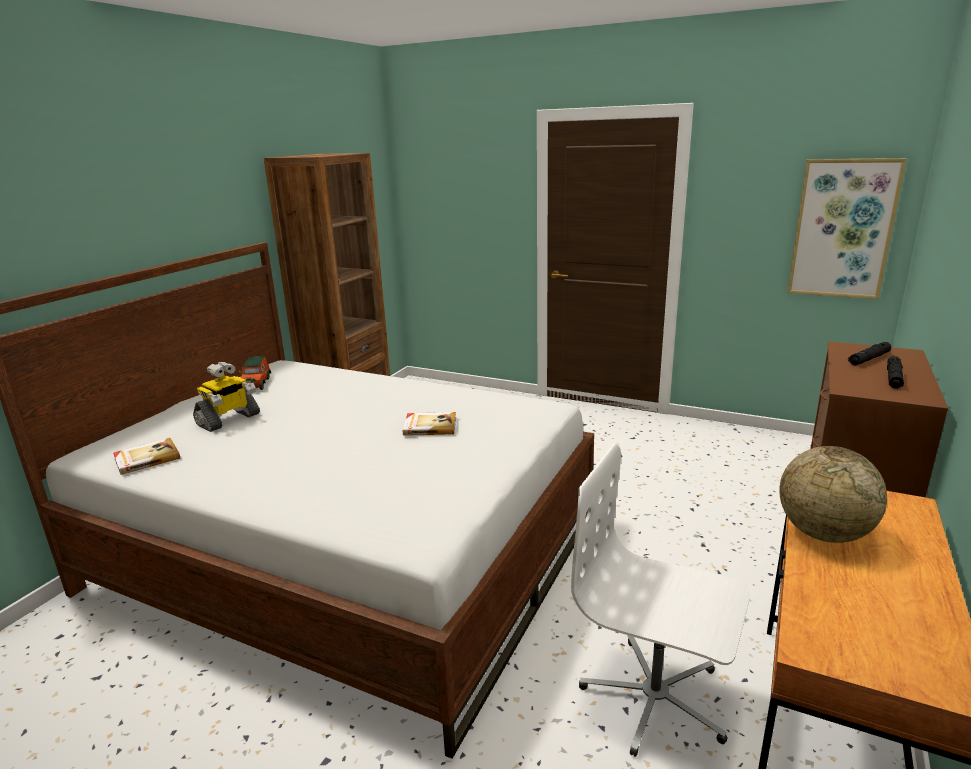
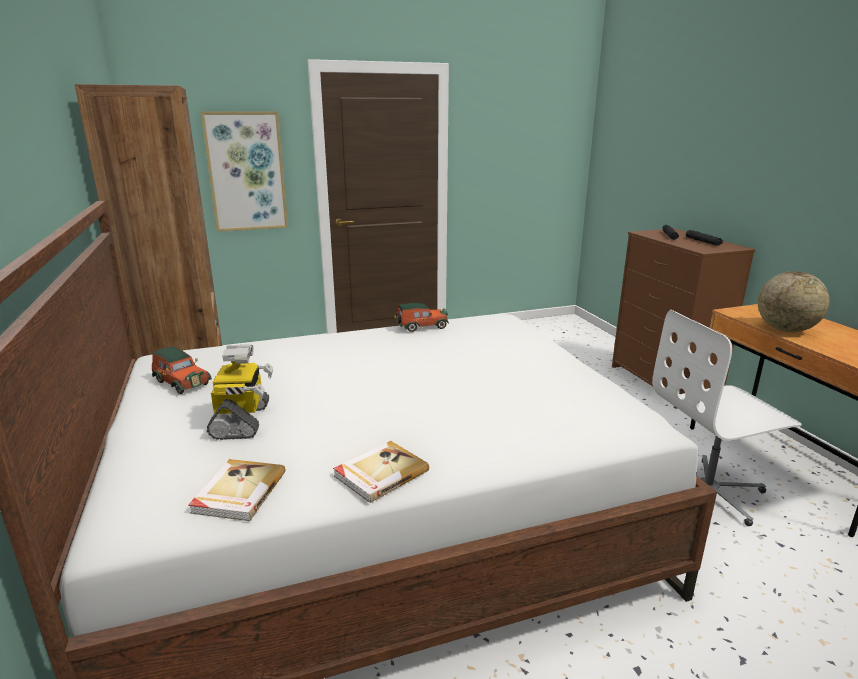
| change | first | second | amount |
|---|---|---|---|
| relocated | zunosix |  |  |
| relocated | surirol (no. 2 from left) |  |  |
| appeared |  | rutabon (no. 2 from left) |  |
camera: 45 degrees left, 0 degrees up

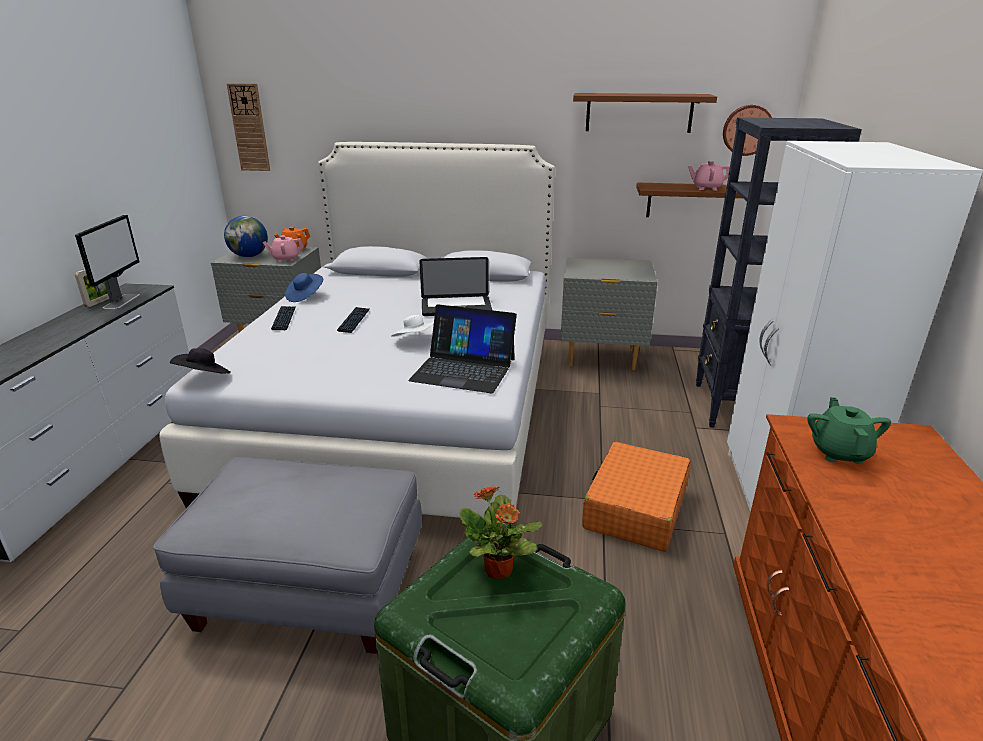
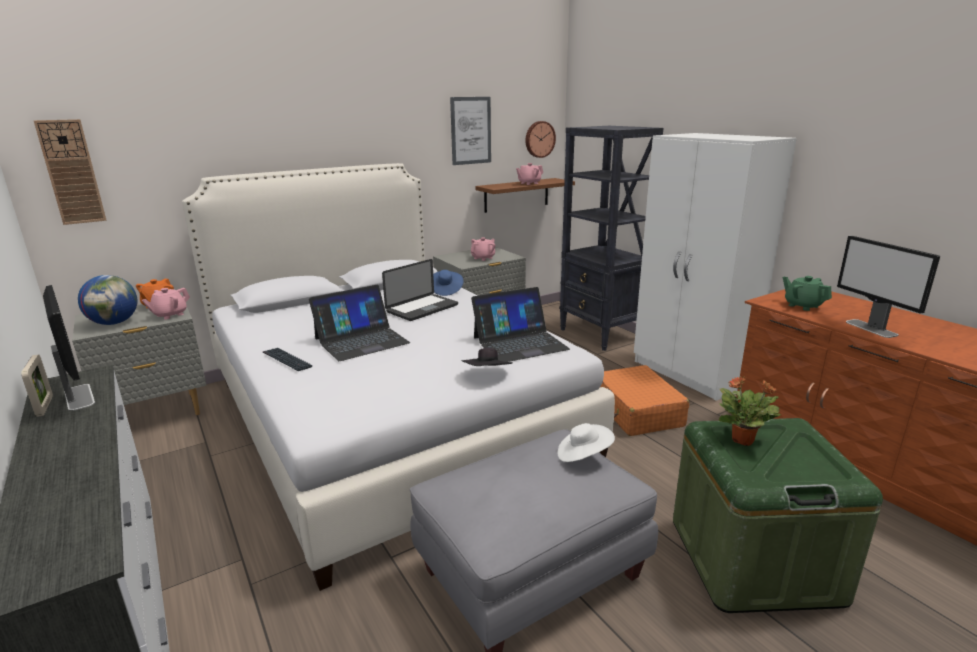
| change | first | second | amount |
|---|---|---|---|
| exchanged | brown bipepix (no. 1 from left) | zunosix |  |
| relocated | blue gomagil |  |  |
| exchanged | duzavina (no. 2 from left) | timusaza (no. 1 from left) |  |
| relocated | white gomagil |  |  |
| relocated | black gomagil |  |  |
| appeared |  | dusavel (no. 2 from left) |  |
| appeared |  | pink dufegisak (no. 2 from left) |  |
camera: 40 degrees left, 5 degrees down

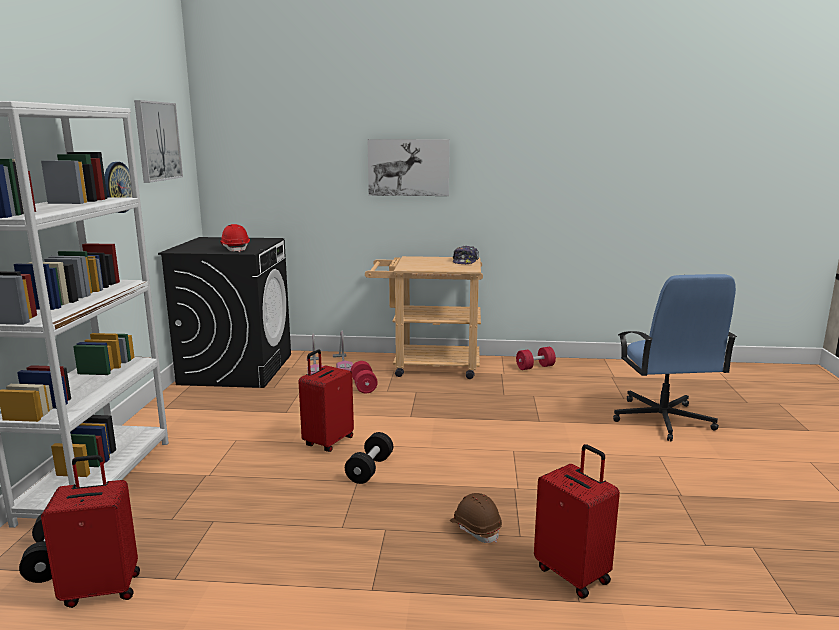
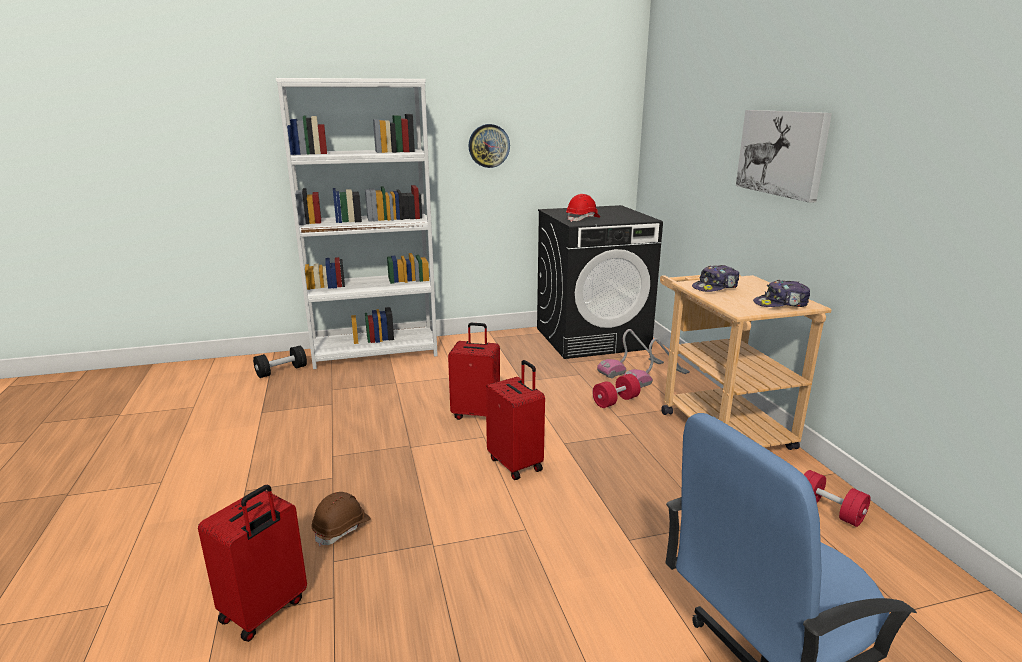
| change | first | second | amount |
|---|---|---|---|
| missing | zunosix (no. 1 from left) |  |  |
| missing | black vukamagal (no. 2 from left) |  |  |
| relocated | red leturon (no. 1 from left in the first image) | red leturon (no. 3 from left) |  |
| appeared |  | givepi (no. 1 from left) |  |
camera: 70 degrees right, 5 degrees up

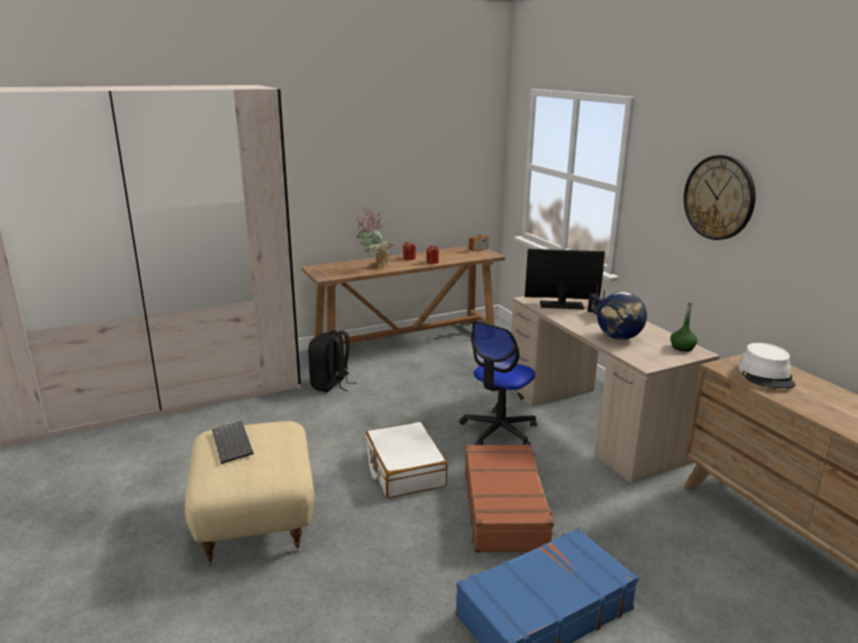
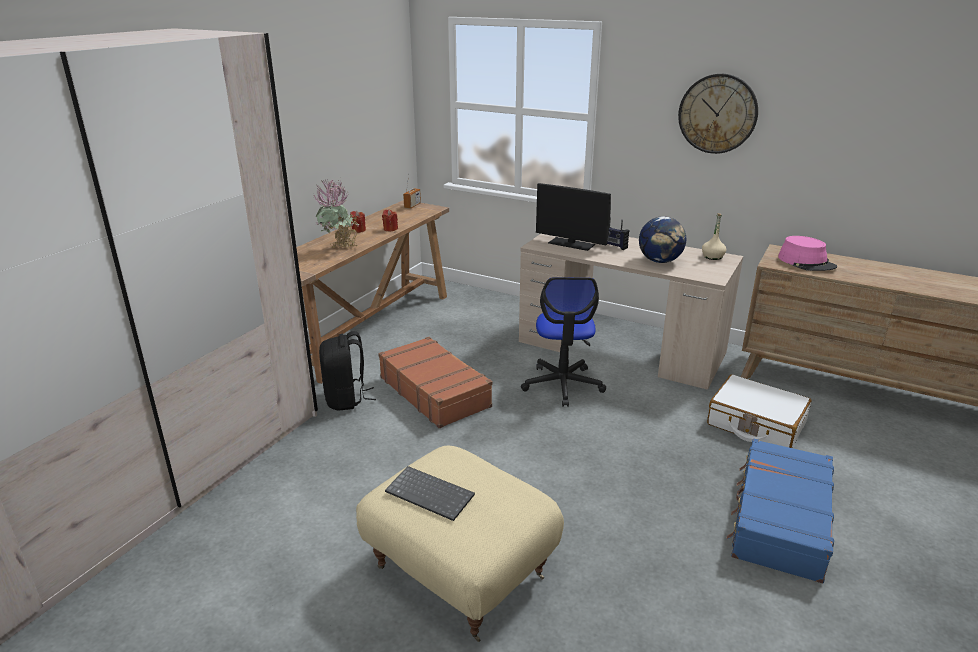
| change | first | second | amount |
|---|---|---|---|
| spun | dusavel |  | 120 degrees counterclockwise |
| colour | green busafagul | beige busafagul |  |
| colour | white gomagil | pink gomagil |  |
| relocated | white leturon |  |  |
| relocated | brown leturon |  |  |
camera: 35 degrees left, 5 degrees up

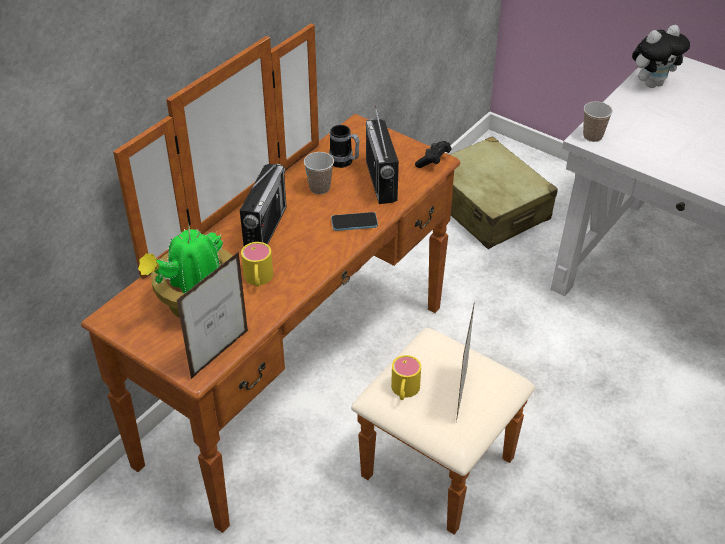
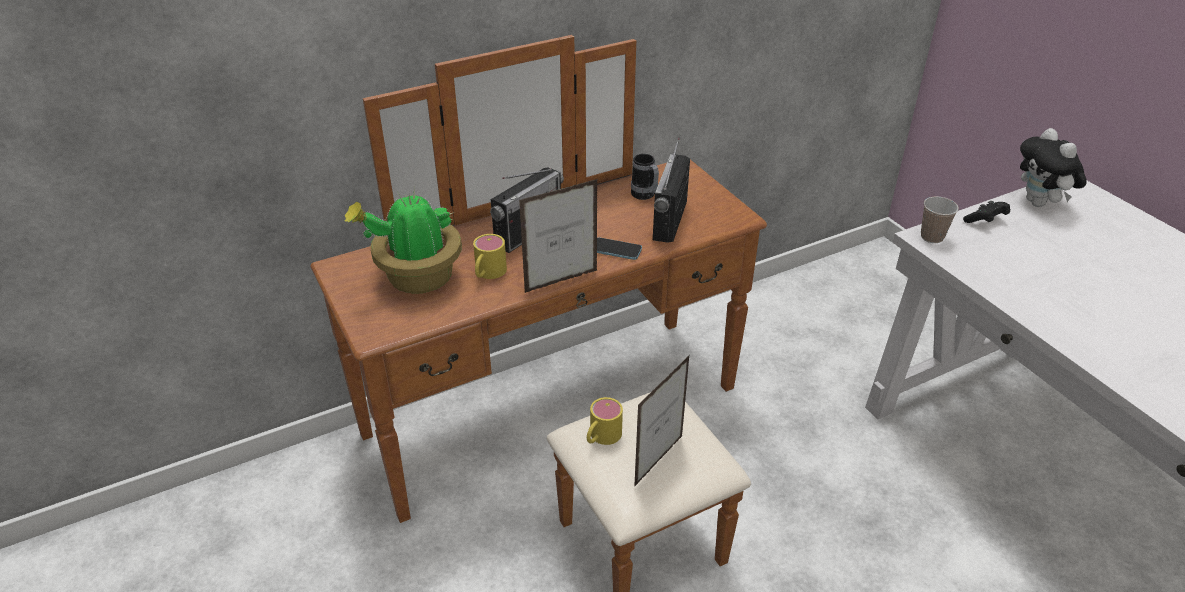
| change | first | second | amount |
|---|---|---|---|
| spun | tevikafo |  | 75 degrees clockwise |
| missing | beige leturon |  |  |
| relocated | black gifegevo |  |  |
| missing | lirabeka (no. 1 from left) |  |  |
| relocated | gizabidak (no. 1 from left) |  |  |
camera: 25 degrees right, 5 degrees down

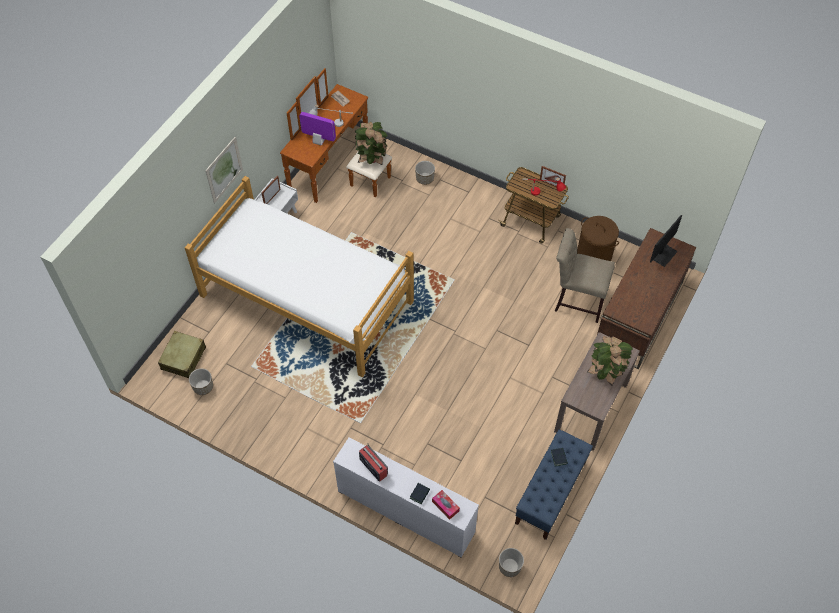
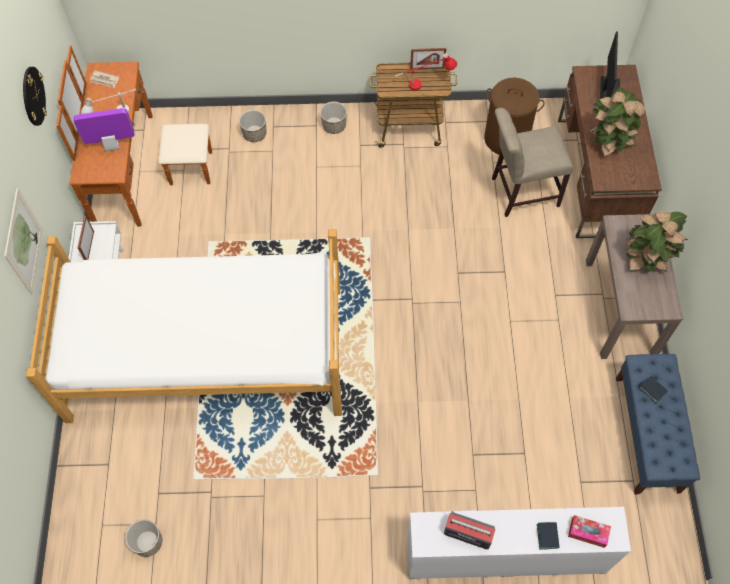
| change | first | second | amount |
|---|---|---|---|
| relocated | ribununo (no. 1 from left) |  |  |
| missing | beige leturon |  |  |
| relocated | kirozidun (no. 3 from left) |  |  |
| appeared |  | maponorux |  |
camera: 30 degrees left, 5 degrees up

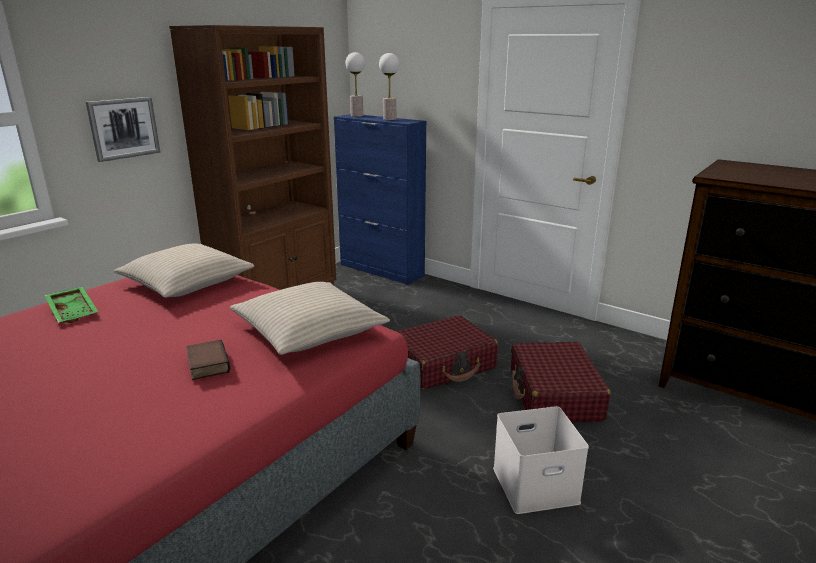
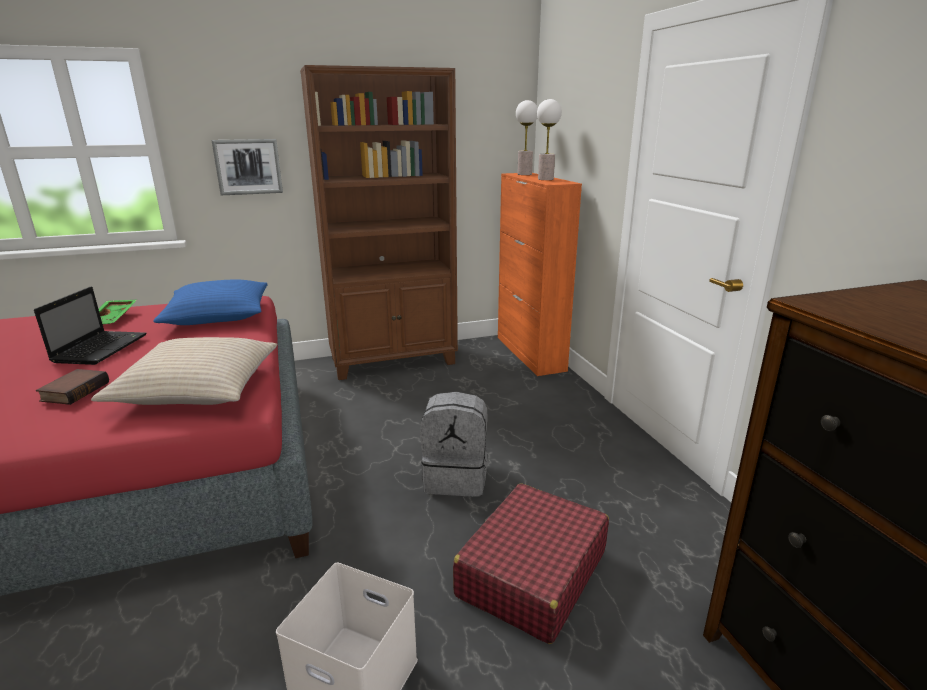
| change | first | second | amount |
|---|---|---|---|
| colour | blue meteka | orange meteka |  |
| colour | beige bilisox (no. 1 from left) | blue bilisox |  |
| exchanged | red leturon (no. 1 from left) | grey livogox |  |
| appeared |  | timusaza |  |
camera: 35 degrees right, 0 degrees up

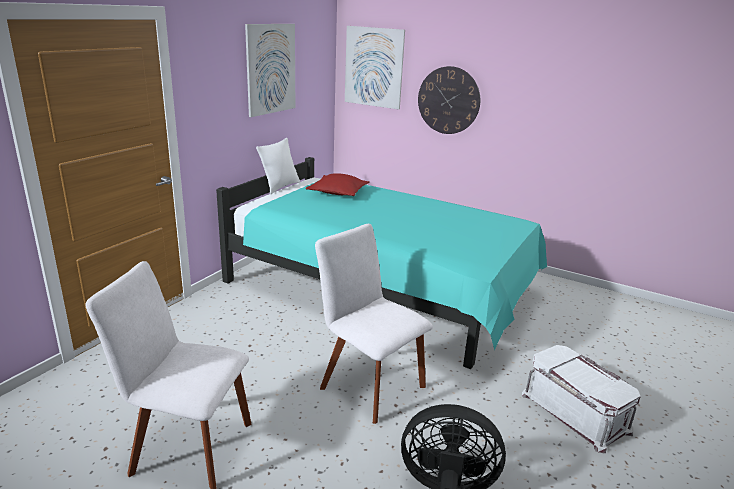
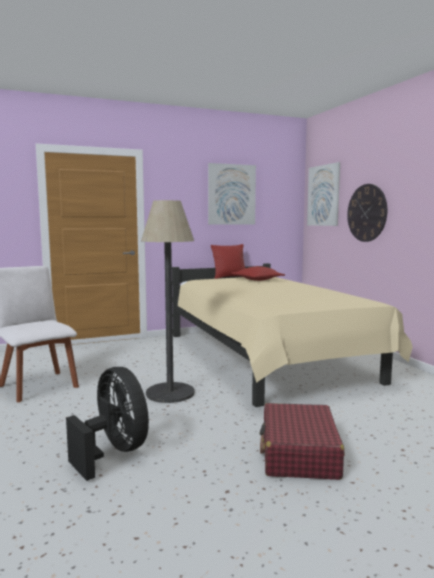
| change | first | second | amount |
|---|---|---|---|
| colour | white bilisox | red bilisox (no. 1 from left) |  |
| colour | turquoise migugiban | beige migugiban |  |
| exchanged | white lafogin (no. 2 from left) | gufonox |  |
| exchanged | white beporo | red leturon |  |
camera: 40 degrees right, 15 degrees down

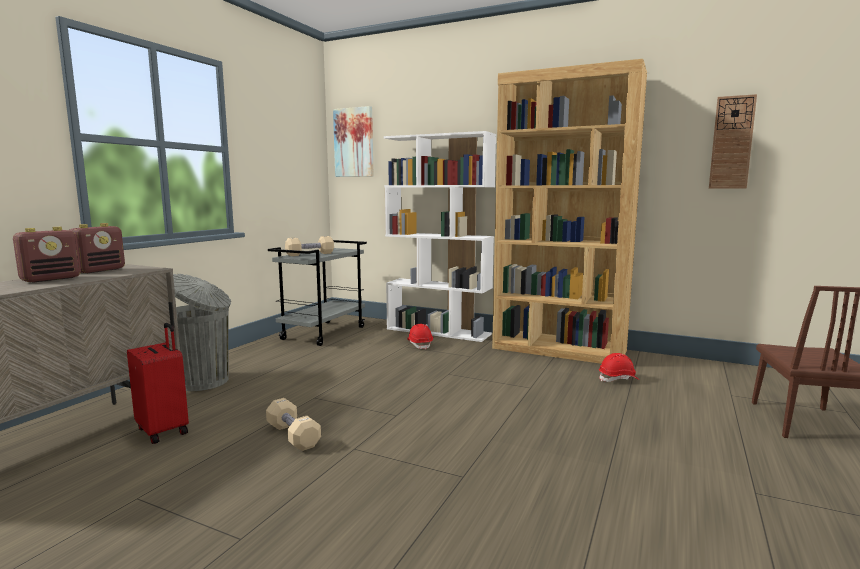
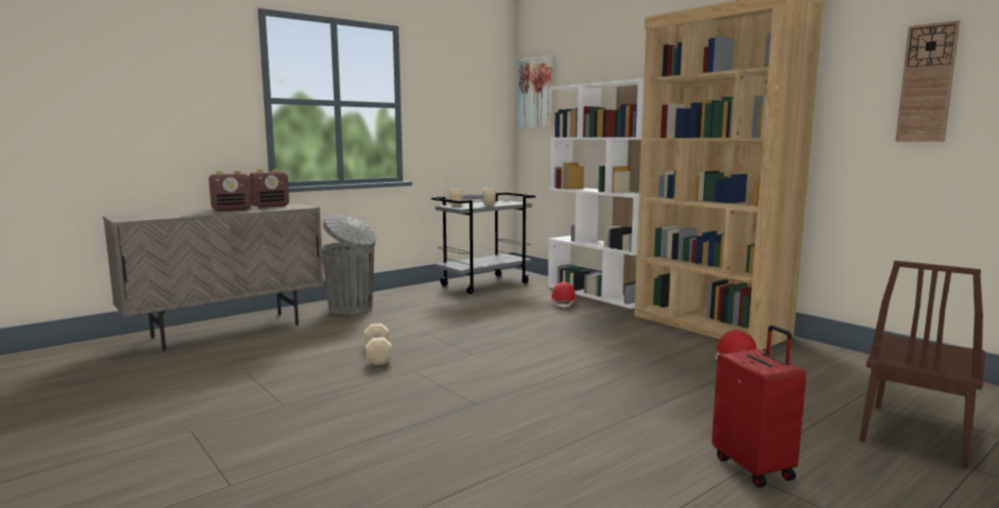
| change | first | second | amount |
|---|---|---|---|
| relocated | red leturon |  |  |
camera: 25 degrees right, 0 degrees up

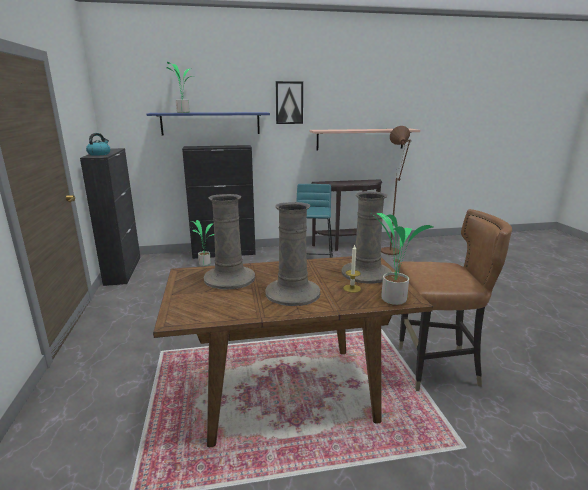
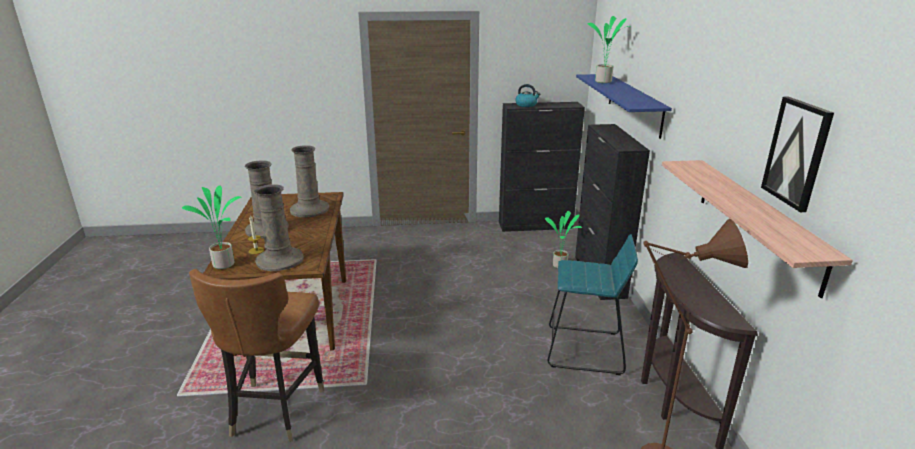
| change | first | second | amount |
|---|---|---|---|
| relocated | zunosix |  |  |
camera: 95 degrees right, 5 degrees up

